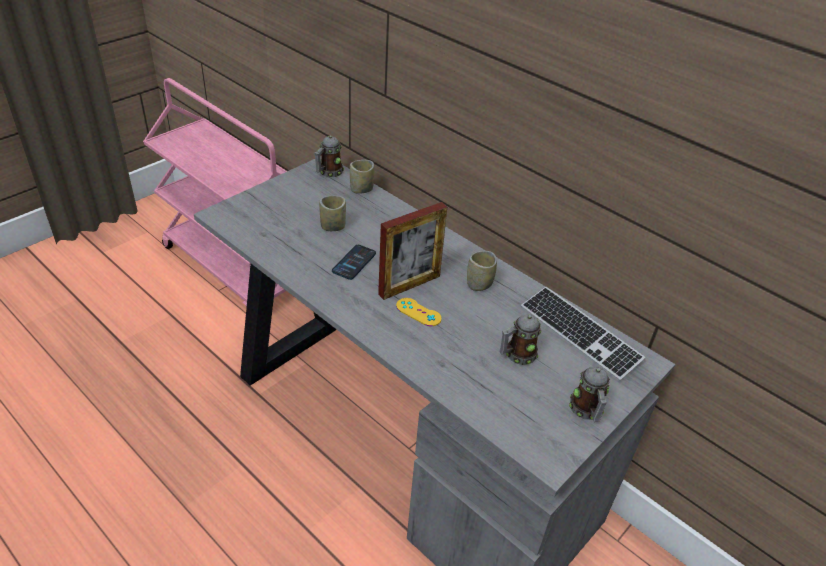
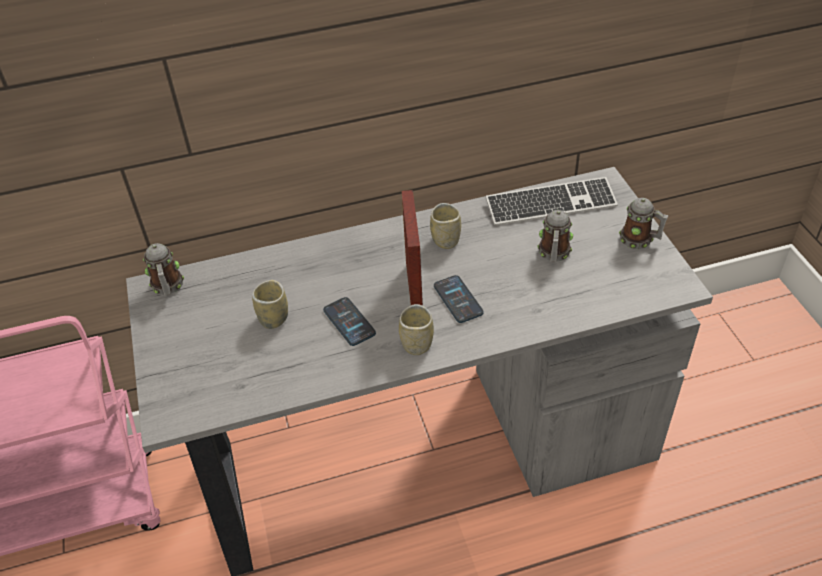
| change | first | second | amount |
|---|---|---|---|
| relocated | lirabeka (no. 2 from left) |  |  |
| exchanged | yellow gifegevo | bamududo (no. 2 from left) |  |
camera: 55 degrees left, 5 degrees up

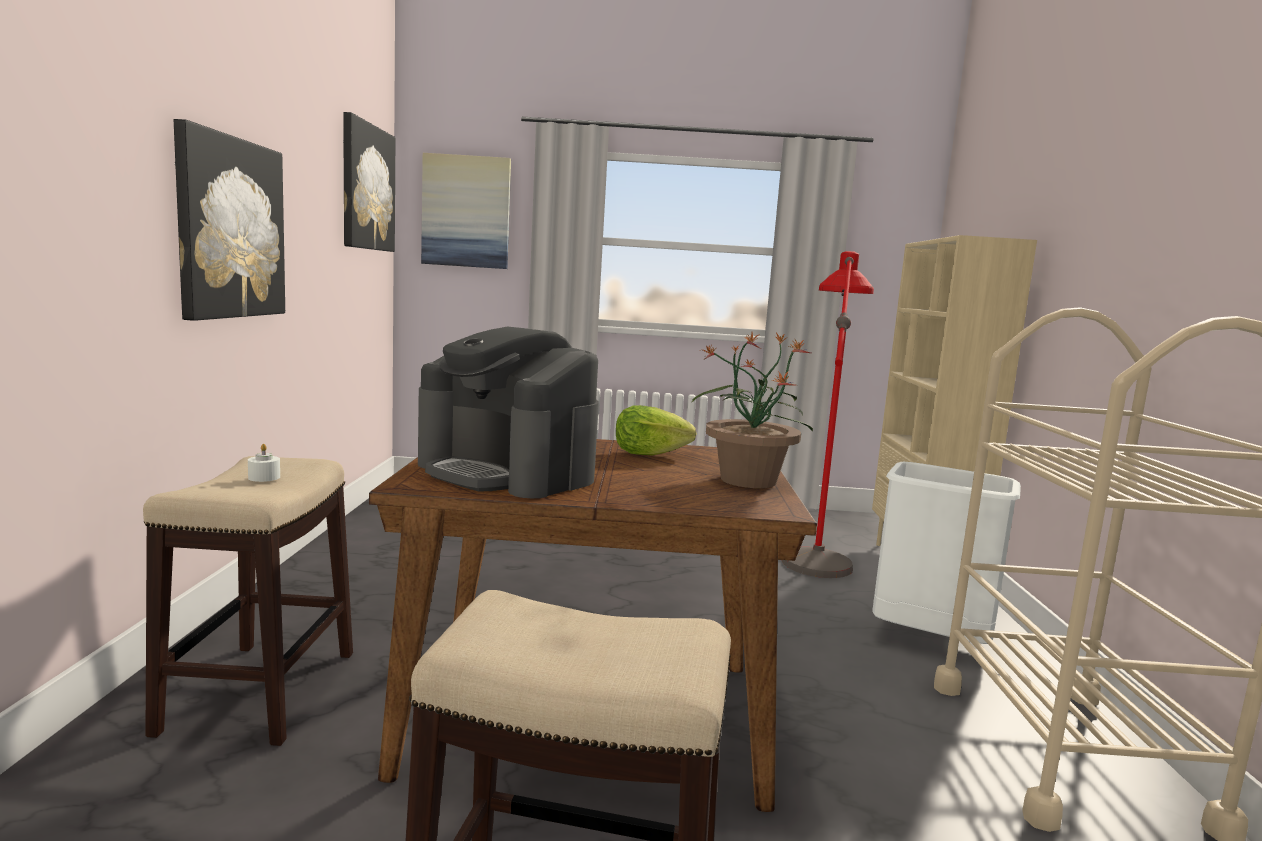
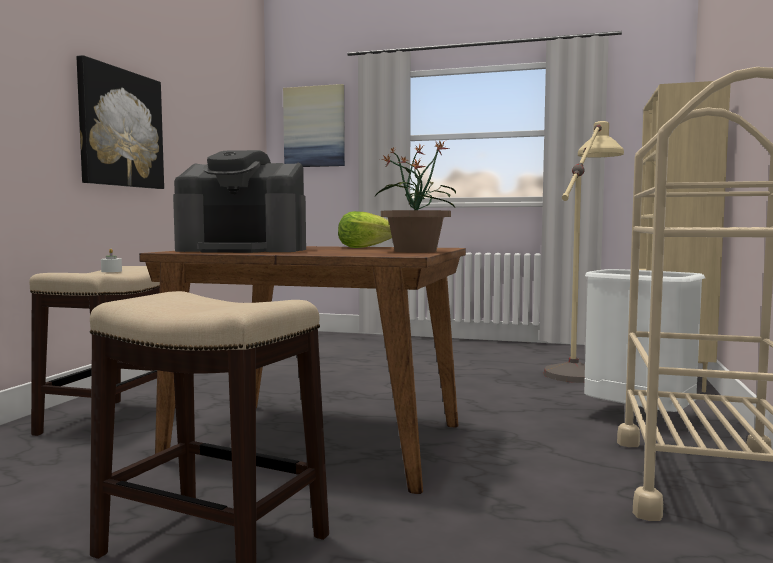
| change | first | second | amount |
|---|---|---|---|
| missing | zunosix (no. 2 from left) |  |  |
| colour | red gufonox | beige gufonox |  |
| spun | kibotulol |  | 45 degrees counterclockwise |
camera: 15 degrees right, 5 degrees down

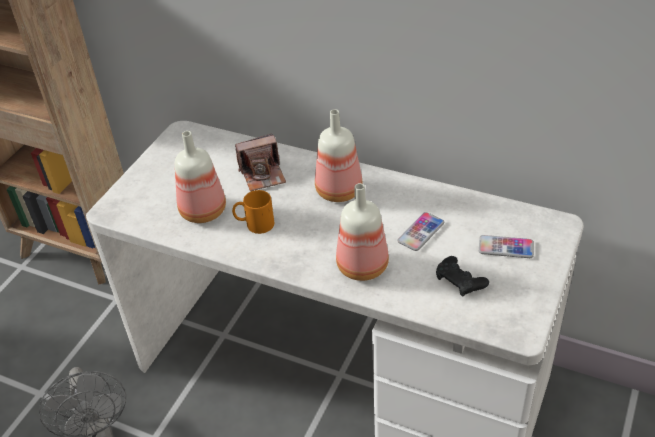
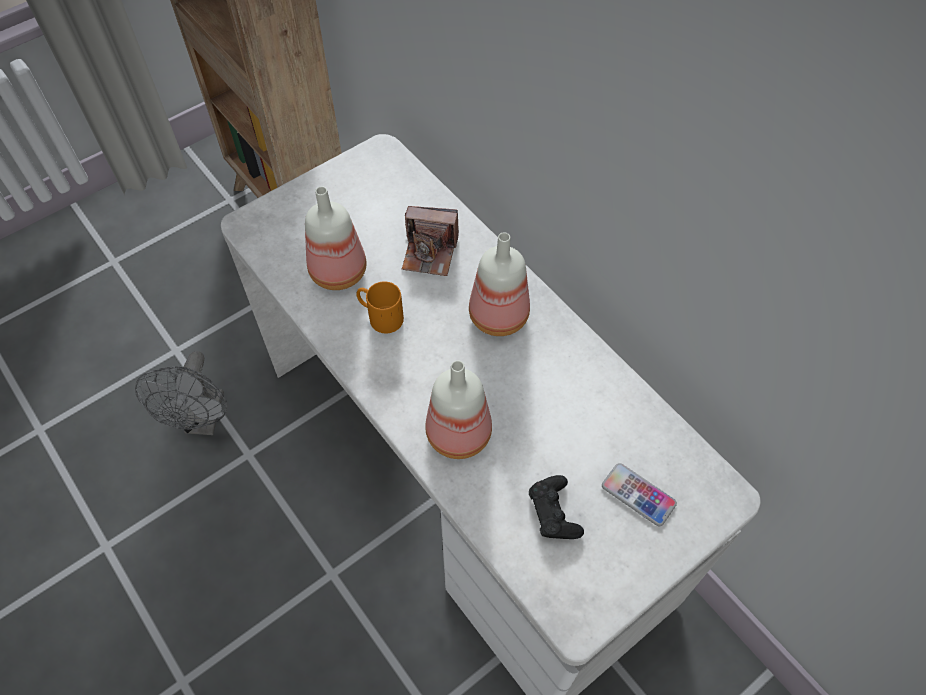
| change | first | second | amount |
|---|---|---|---|
| missing | bamududo (no. 1 from left) |  |  |
camera: 25 degrees right, 15 degrees up

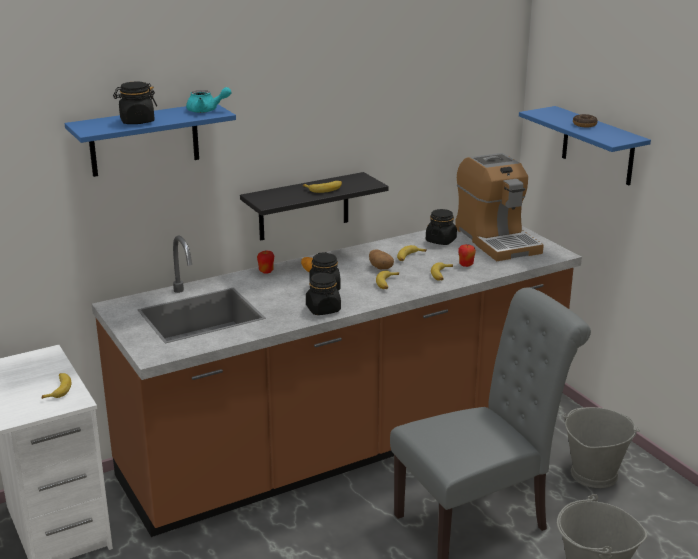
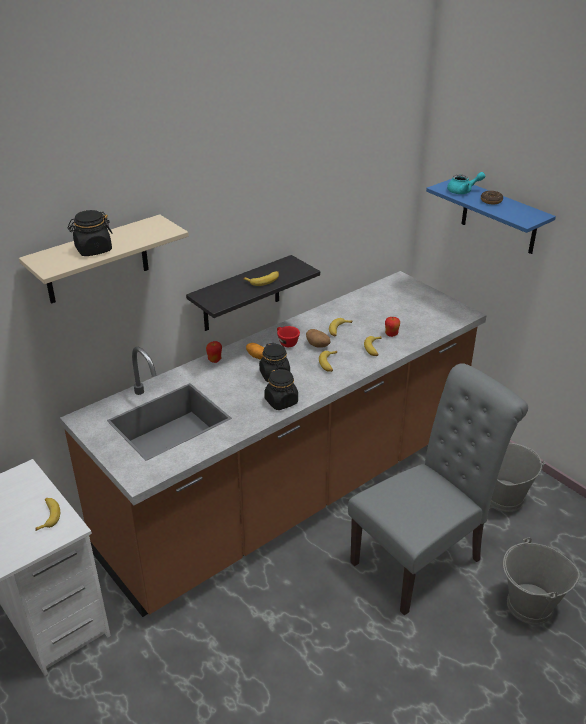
| change | first | second | amount |
|---|---|---|---|
| relocated | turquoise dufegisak |  |  |
| colour | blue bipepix (no. 1 from left) | beige bipepix |  |
| missing | kibotulol |  |  |
| missing | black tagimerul (no. 4 from left) |  |  |
| appeared |  | red lirabeka |  |
camera: 10 degrees left, 10 degrees up

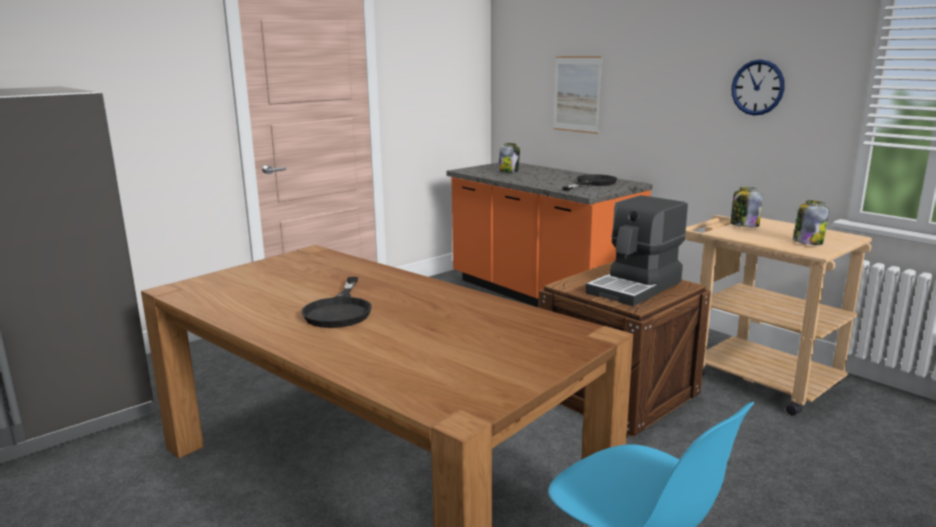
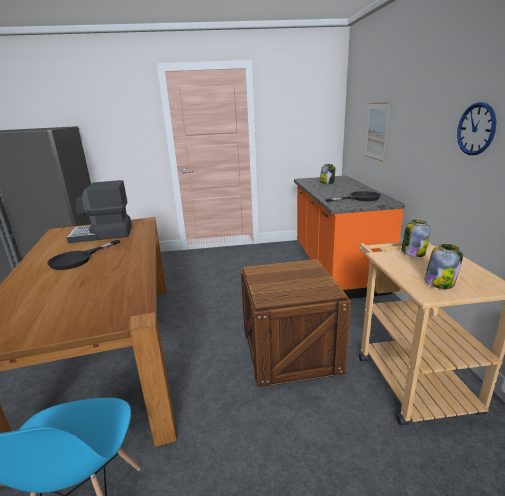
| change | first | second | amount |
|---|---|---|---|
| relocated | kibotulol |  |  |
camera: 35 degrees right, 5 degrees up

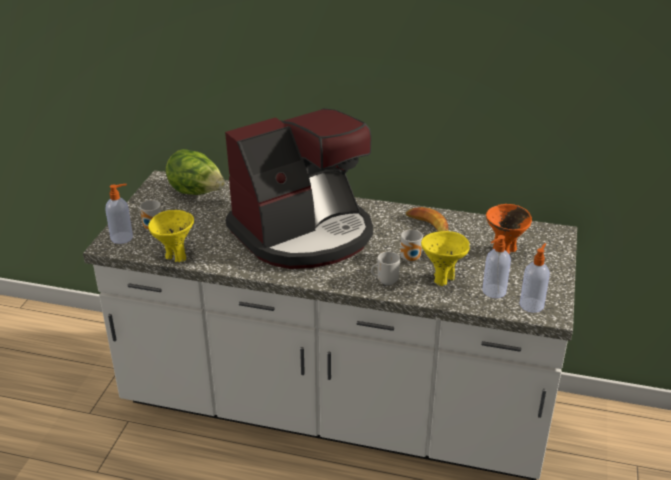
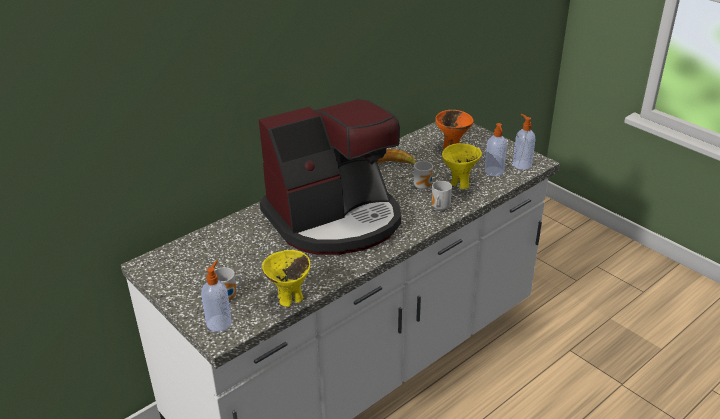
| change | first | second | amount |
|---|---|---|---|
| spun | kibotulol |  | 60 degrees clockwise |
| missing | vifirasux |  |  |
camera: 55 degrees left, 0 degrees up

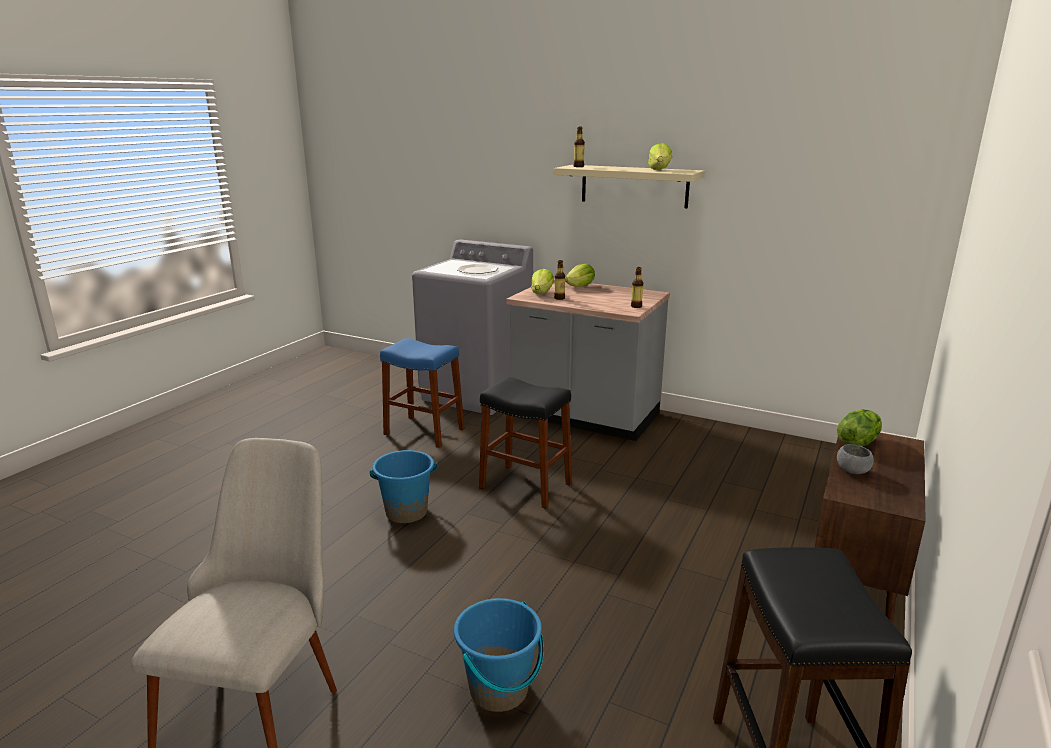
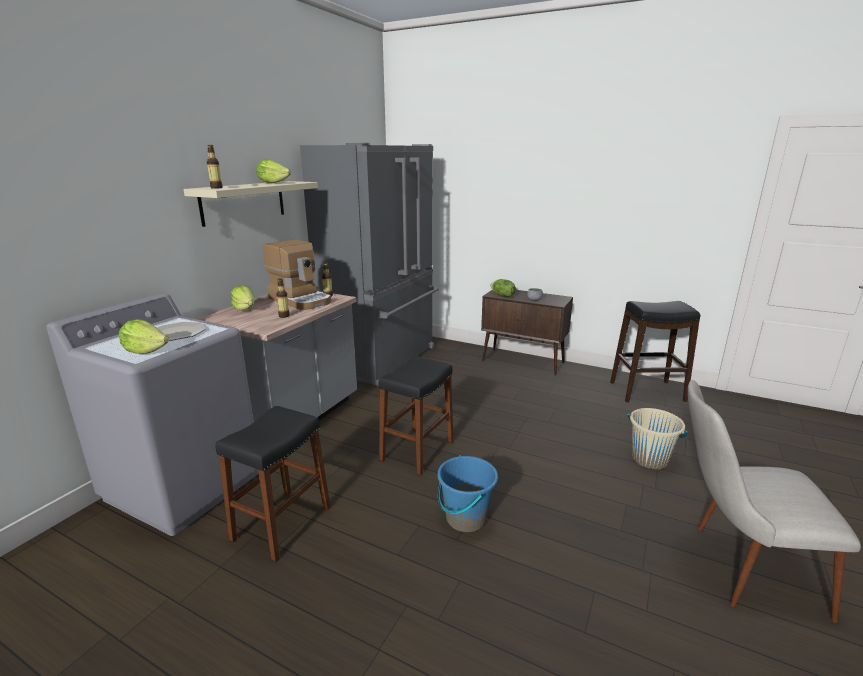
| change | first | second | amount |
|---|---|---|---|
| relocated | vifirasux (no. 1 from left) |  |  |
| colour | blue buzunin | black buzunin (no. 1 from left) |  |
| colour | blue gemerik (no. 2 from left) | beige gemerik |  |
| appeared |  | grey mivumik |  |
| appeared |  | kibotulol |  |
camera: 90 degrees left, 0 degrees up

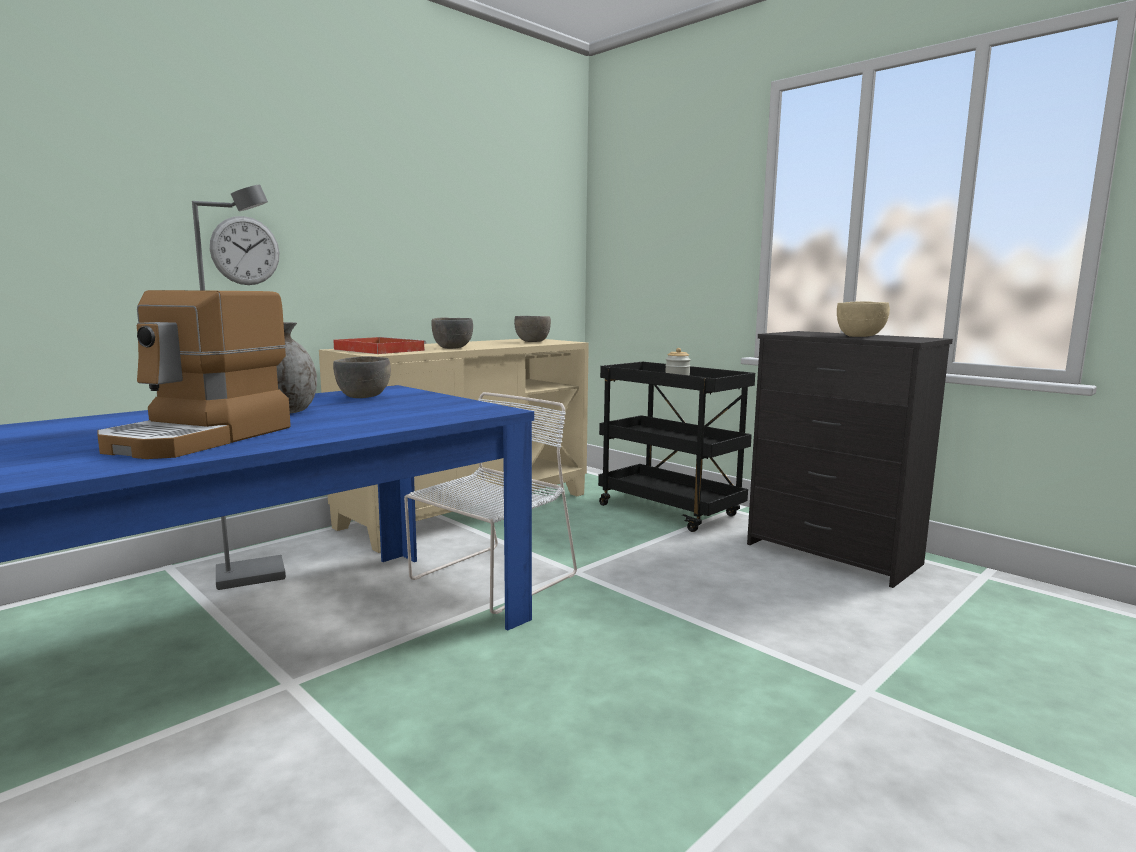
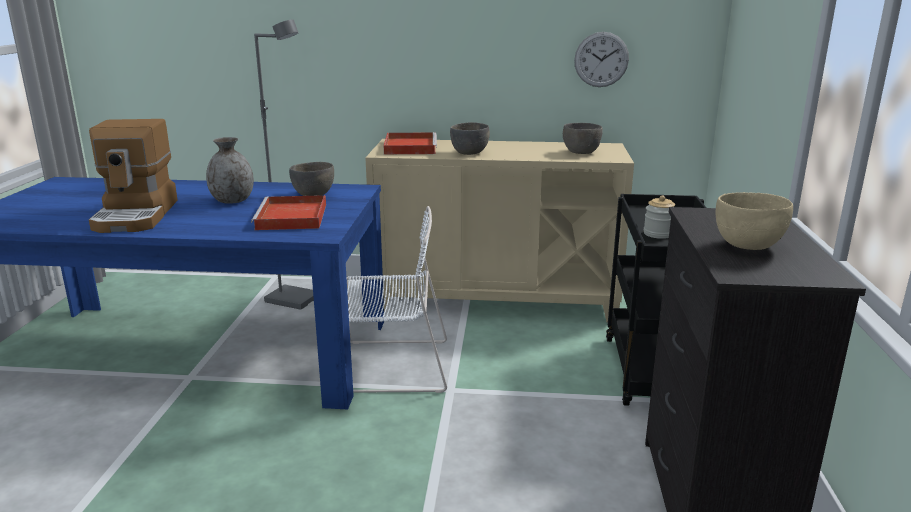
| change | first | second | amount |
|---|---|---|---|
| relocated | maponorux |  |  |
| spun | kibotulol |  | 75 degrees counterclockwise |
| appeared |  | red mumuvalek (no. 1 from left) |  |
camera: 50 degrees right, 10 degrees up

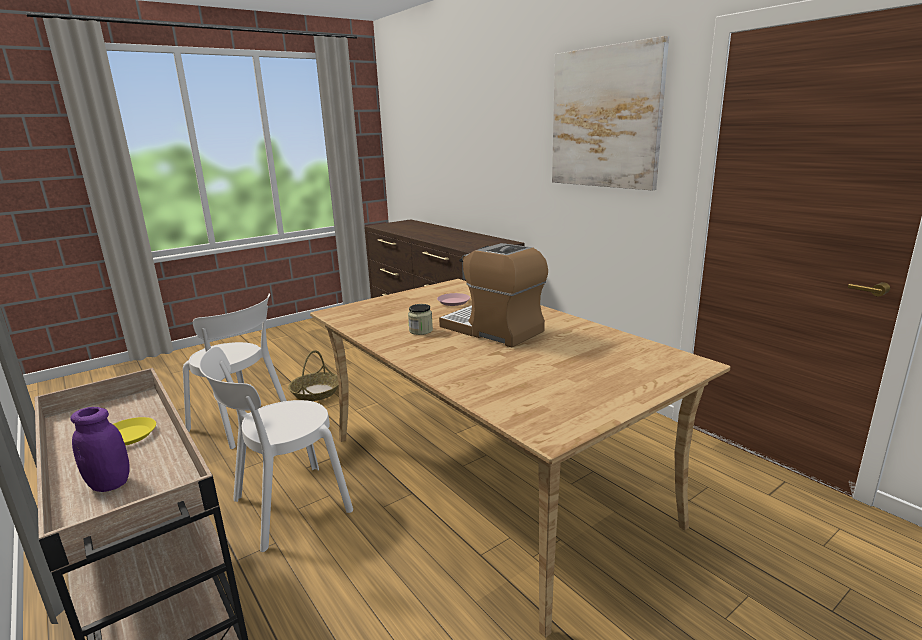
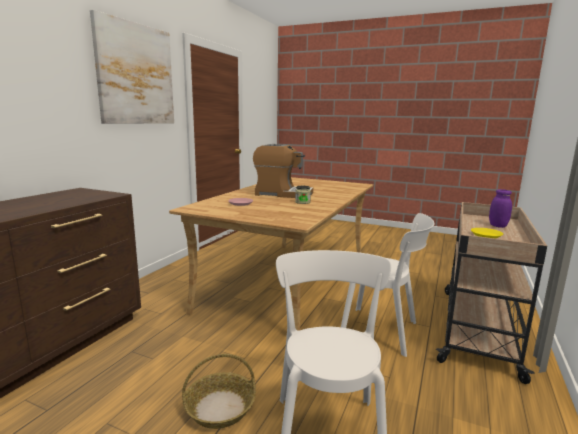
| change | first | second | amount |
|---|---|---|---|
| spun | kibotulol |  | 90 degrees counterclockwise |
camera: 120 degrees left, 5 degrees down

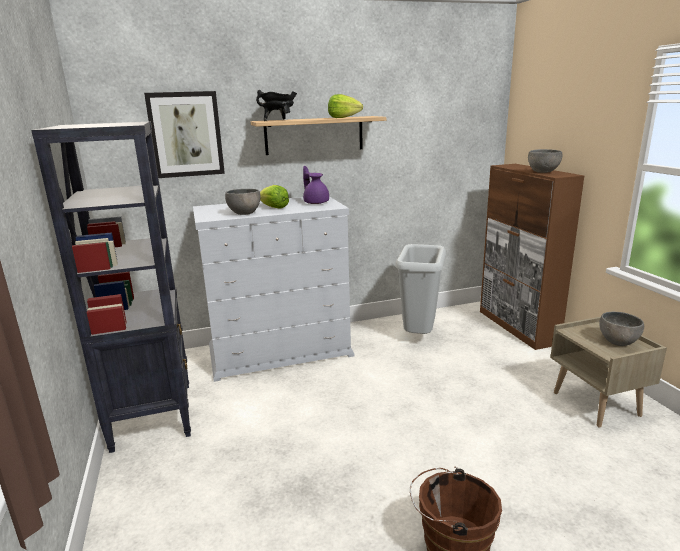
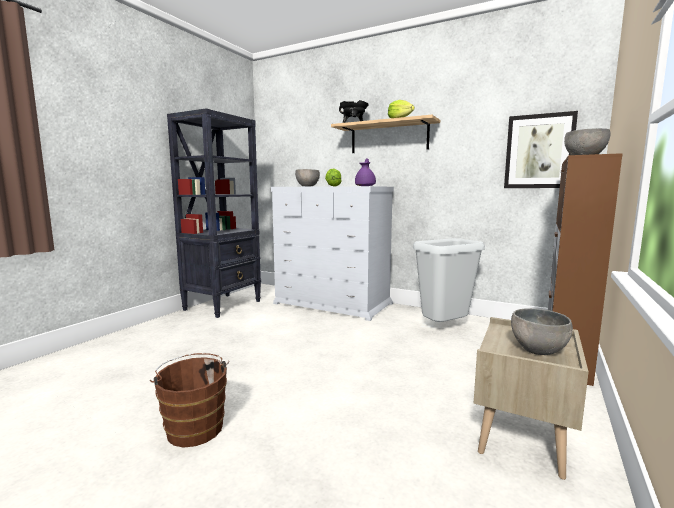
| change | first | second | amount |
|---|---|---|---|
| relocated | zunosix |  |  |
camera: 45 degrees right, 10 degrees down

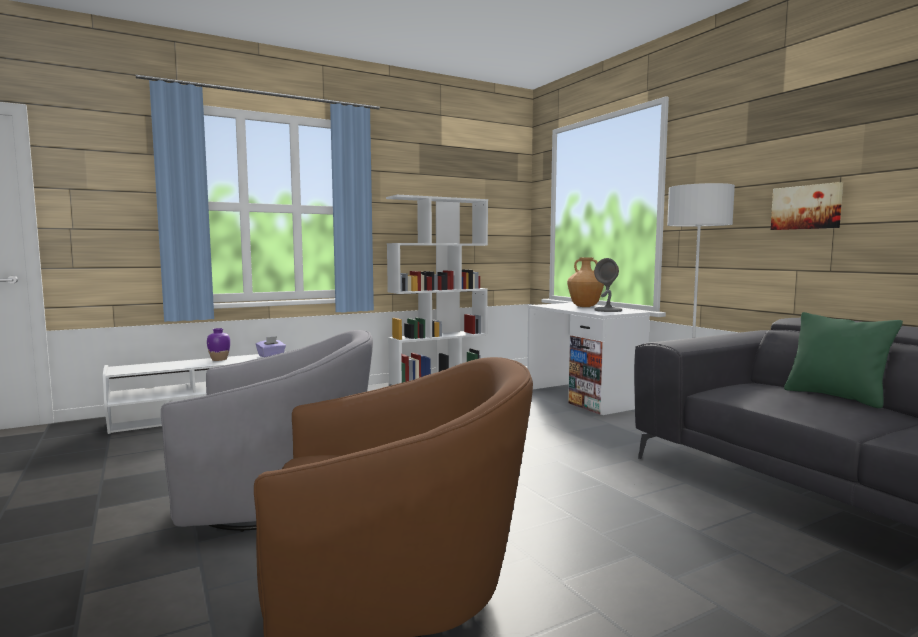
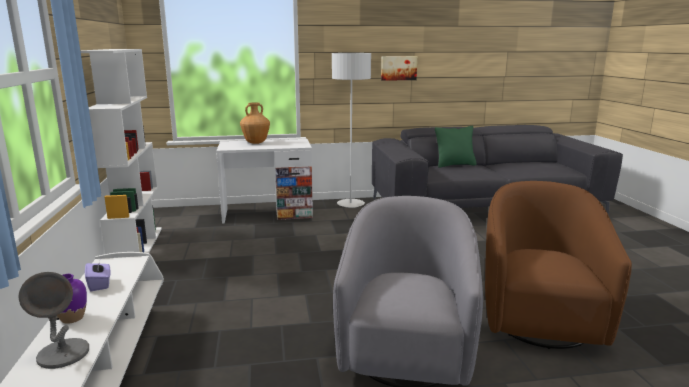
| change | first | second | amount |
|---|---|---|---|
| relocated | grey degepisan |  |  |
camera: 70 degrees left, 10 degrees up

